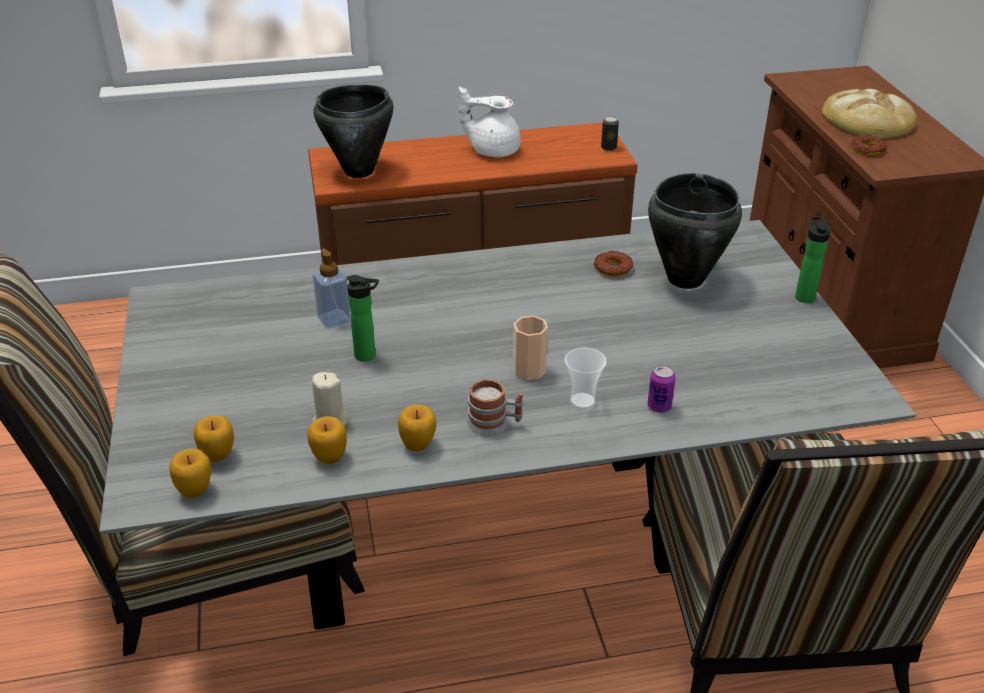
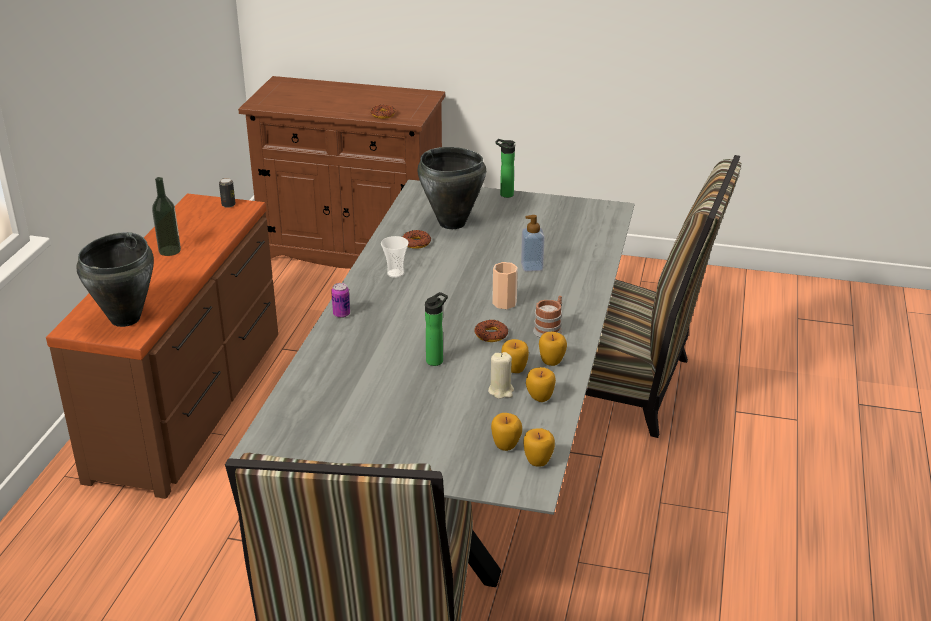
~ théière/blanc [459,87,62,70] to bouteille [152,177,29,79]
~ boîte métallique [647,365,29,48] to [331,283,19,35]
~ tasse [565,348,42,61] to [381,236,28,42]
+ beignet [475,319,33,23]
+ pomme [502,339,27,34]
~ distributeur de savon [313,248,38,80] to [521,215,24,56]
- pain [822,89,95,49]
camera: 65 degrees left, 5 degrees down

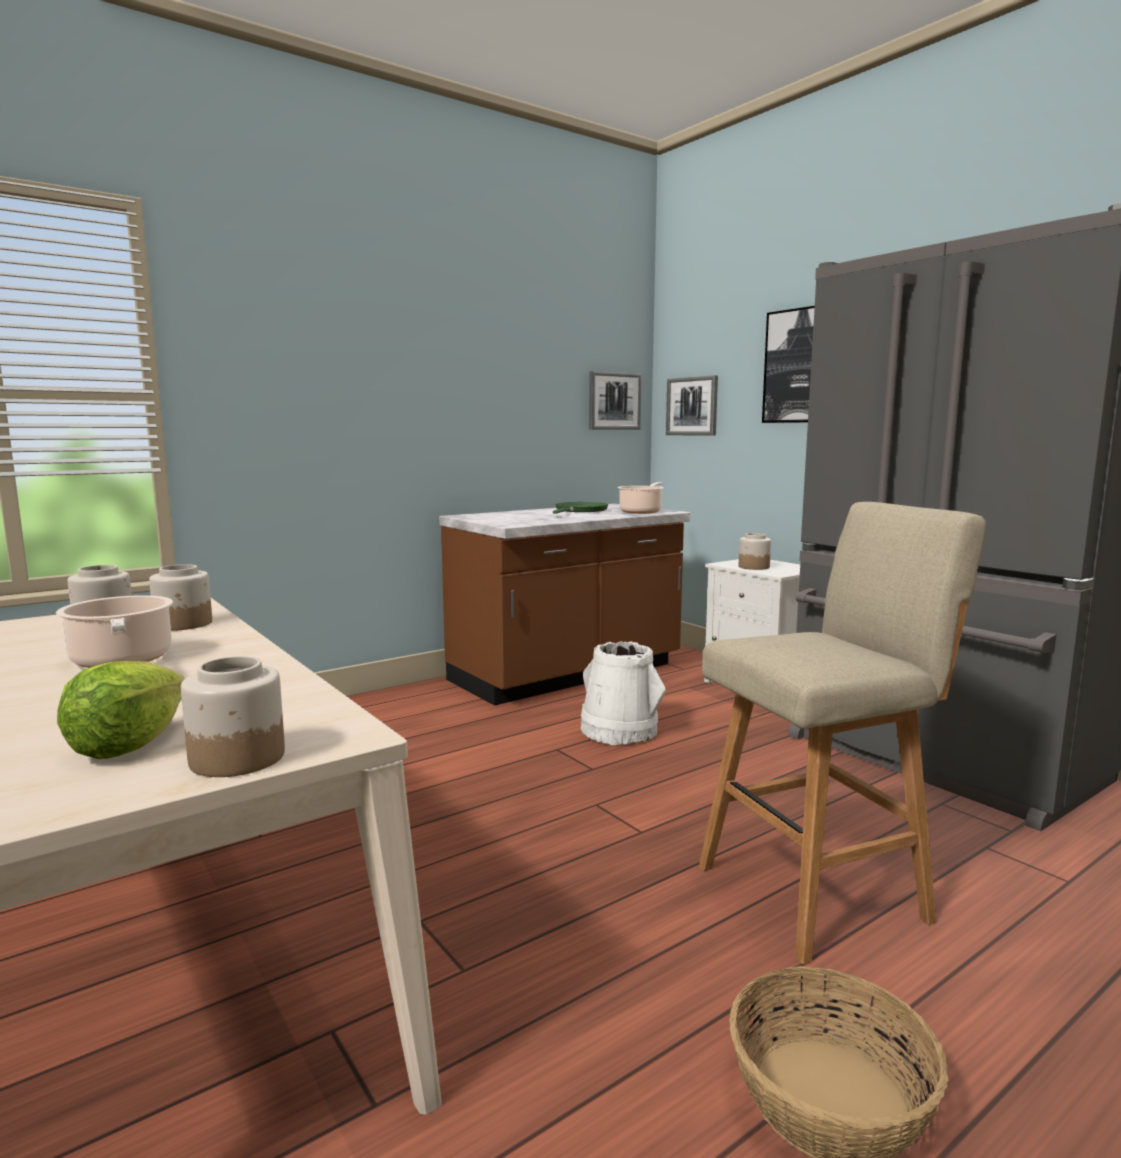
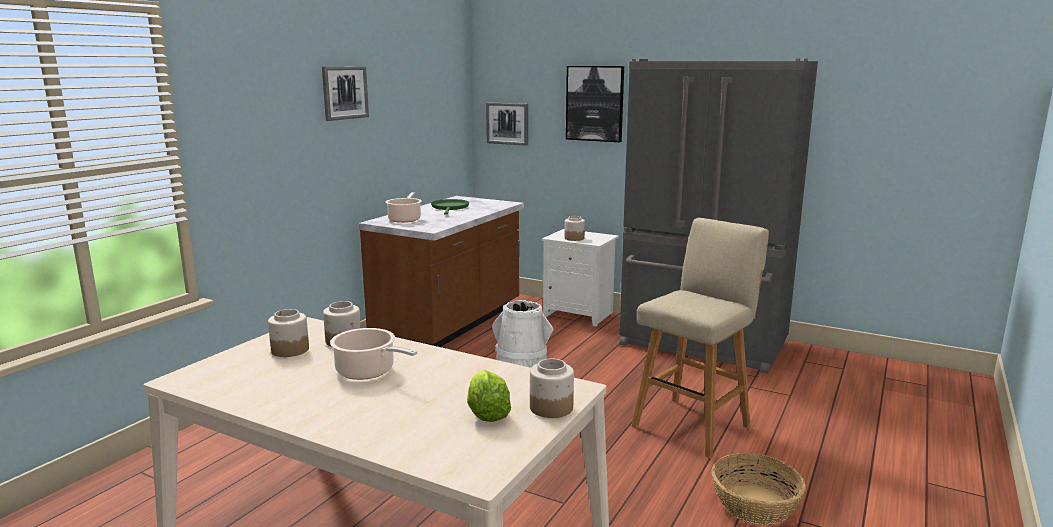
~ tableau [589,371,53,59] to [322,67,47,54]
~ marmite [618,482,46,32] to [386,192,36,31]
camera: 25 degrees left, 5 degrees up

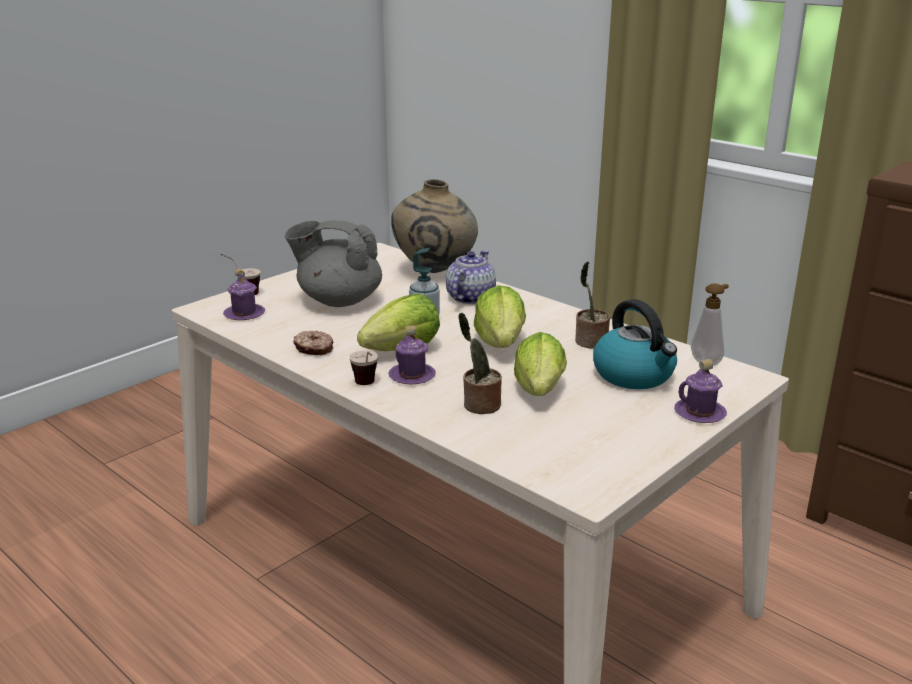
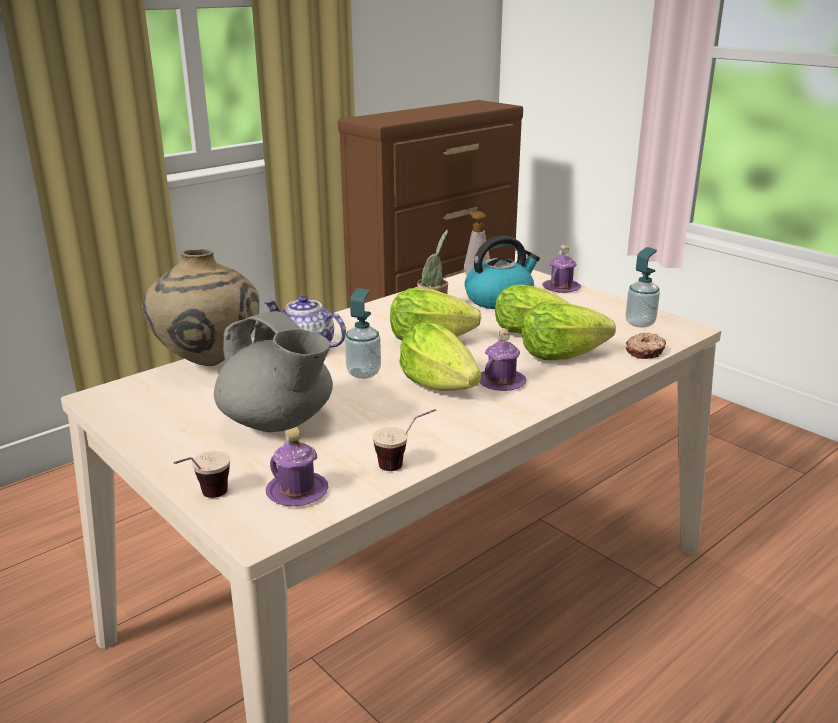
~ théière/gris [285,220,97,87] = [214,311,119,121] 60 degrees counterclockwise
~ tasse [349,350,29,35] to [372,409,64,62]
~ plante en pot [458,313,44,101] to laitue [522,301,94,59]
+ distributeur de savon [625,247,35,81]
~ beignet [293,330,40,25] to [626,333,40,26]
camera: 85 degrees left, 0 degrees up

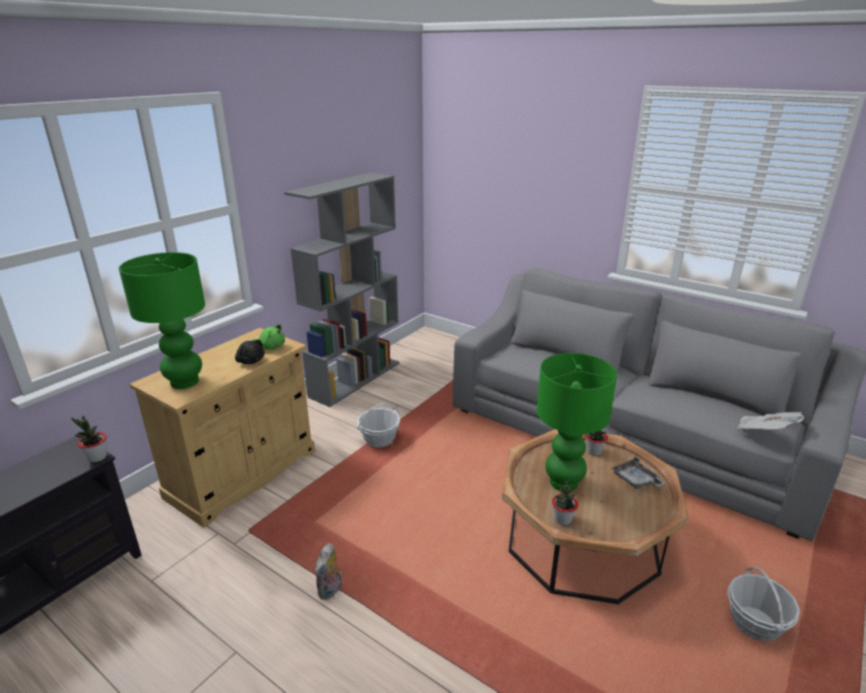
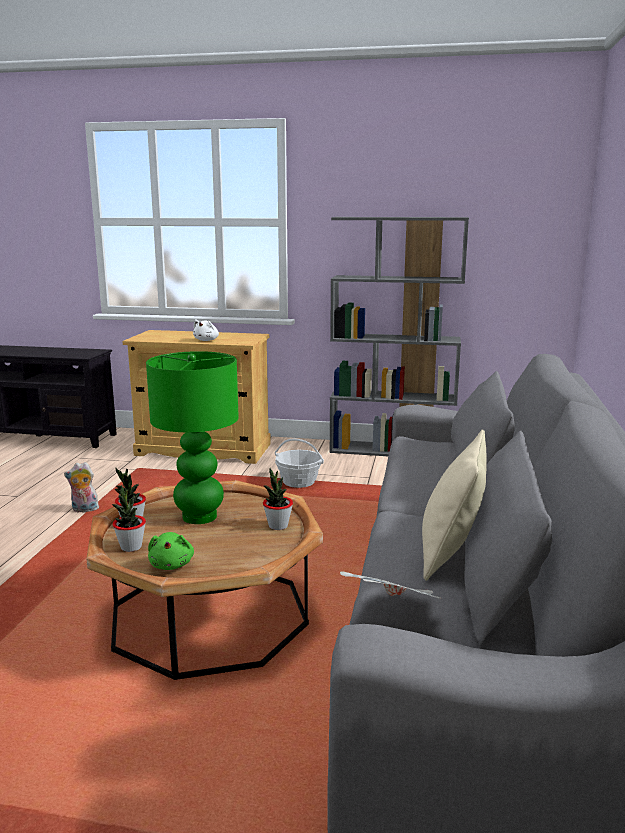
~ plante en pot [71,416,36,46] to [112,485,34,67]
~ peluche/vert [252,324,33,25] to [148,532,46,38]
~ peluche/noir [235,340,30,24] to peluche/blanc [193,320,26,21]
+ coussin/beige [422,430,65,151]
- lampe de table/vert [119,252,86,137]
- plateau/gris [611,457,55,32]
- panier [728,567,72,74]
camera: 65 degrees right, 10 degrees down

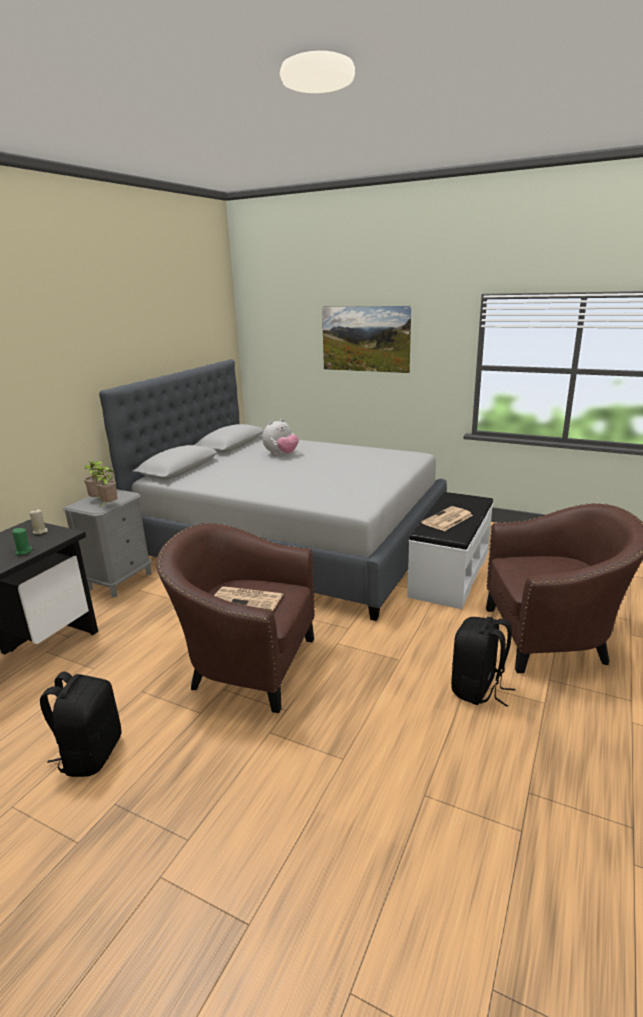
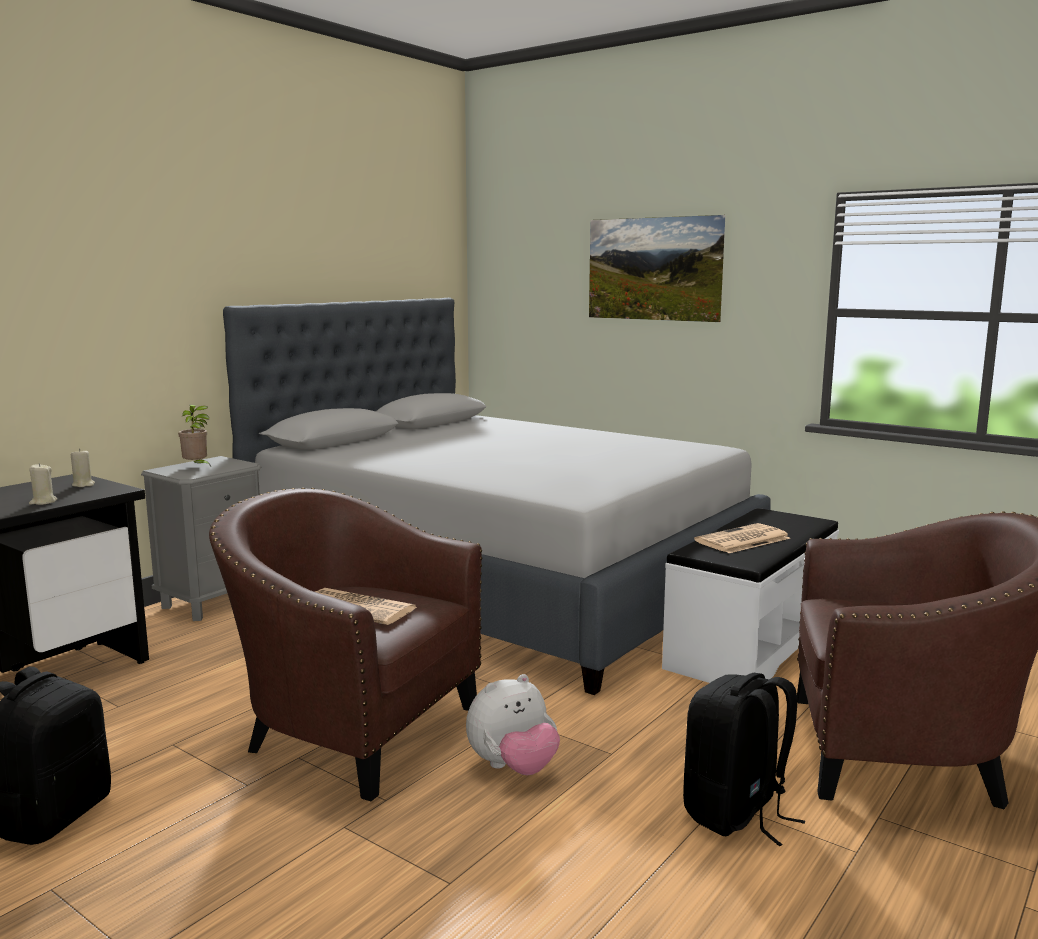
~ bougie/vert [12,528,20,27] to bougie/beige [29,463,28,42]
~ peluche [262,419,37,36] to [466,674,94,101]
- plante en pot [90,465,27,42]
camera: 10 degrees right, 10 degrees down

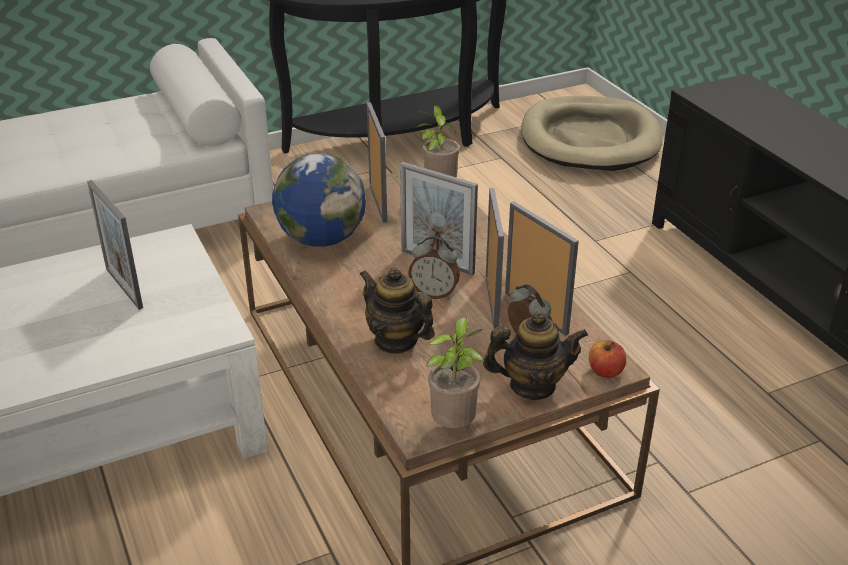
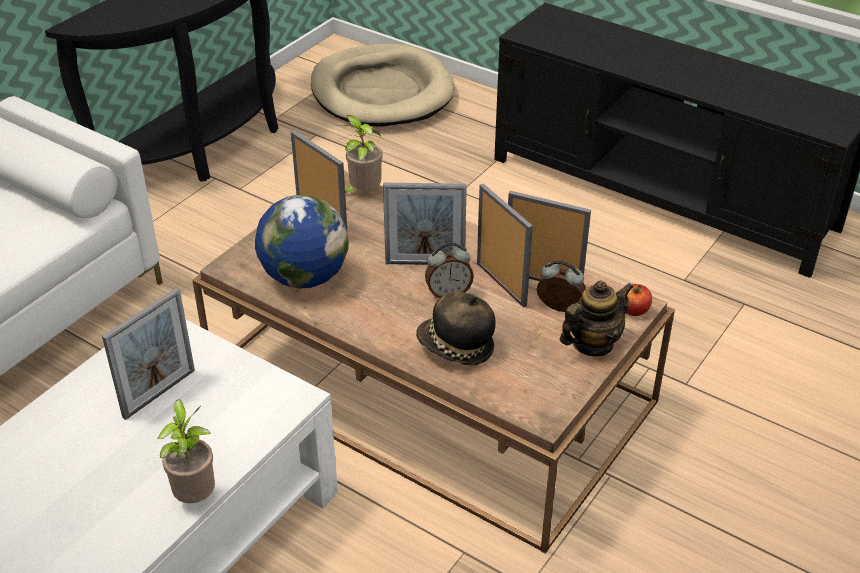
~ cadre photo [87,180,56,130] = [102,288,93,132] 75 degrees counterclockwise
~ plante en pot [427,317,57,111] to [157,399,58,104]
~ théière [359,267,76,87] to chapeau [416,292,80,73]
camera: 30 degrees left, 5 degrees up

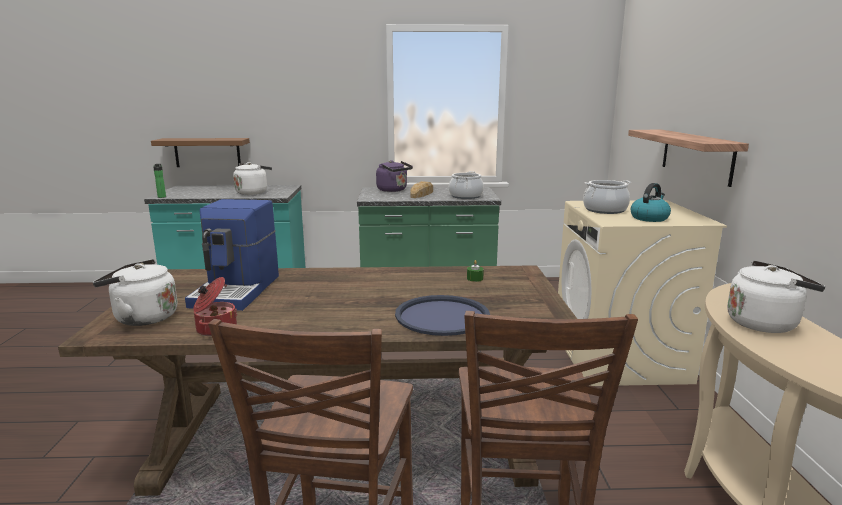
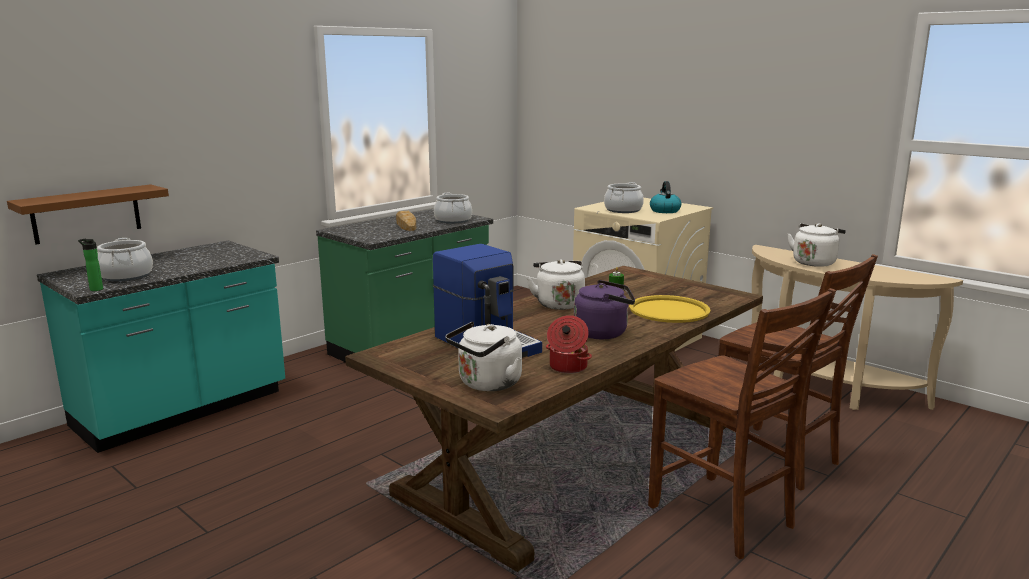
+ marmite [97,238,56,43]
~ bouilloire/blanc [233,162,39,33] to [527,259,58,51]
~ bouilloire/violet [376,160,37,32] to [574,280,61,60]
~ plateau/bleu [395,295,95,41] to plateau/jaune [629,295,81,28]
- étagère [628,130,121,57]
camera: 45 degrees left, 0 degrees up

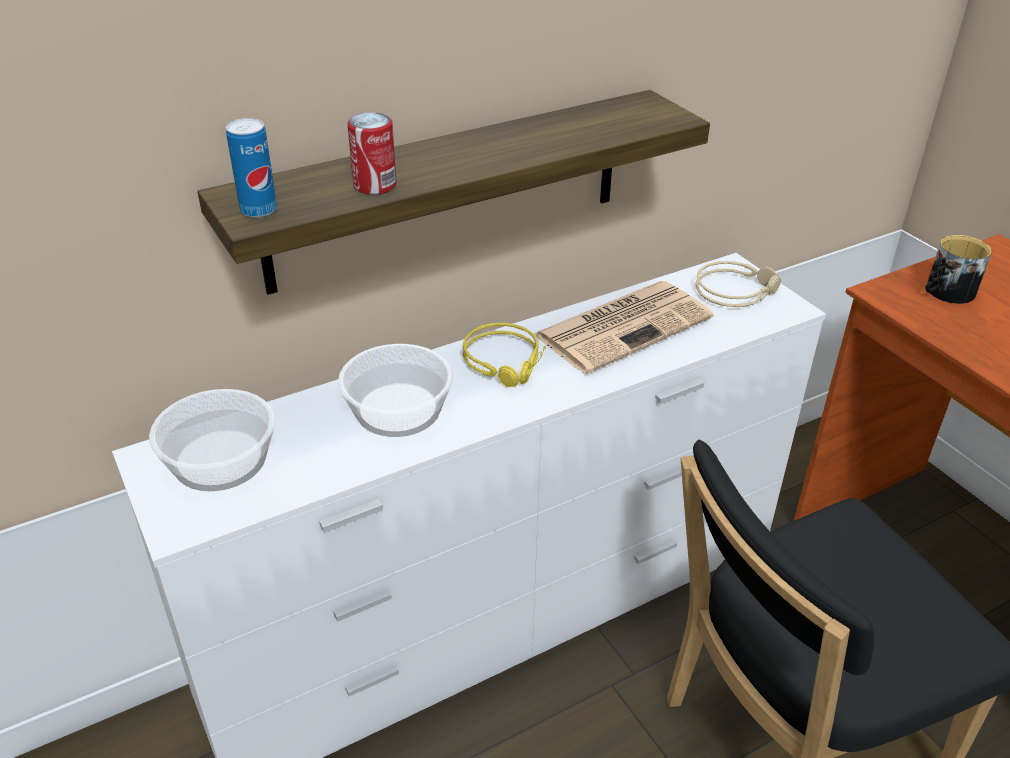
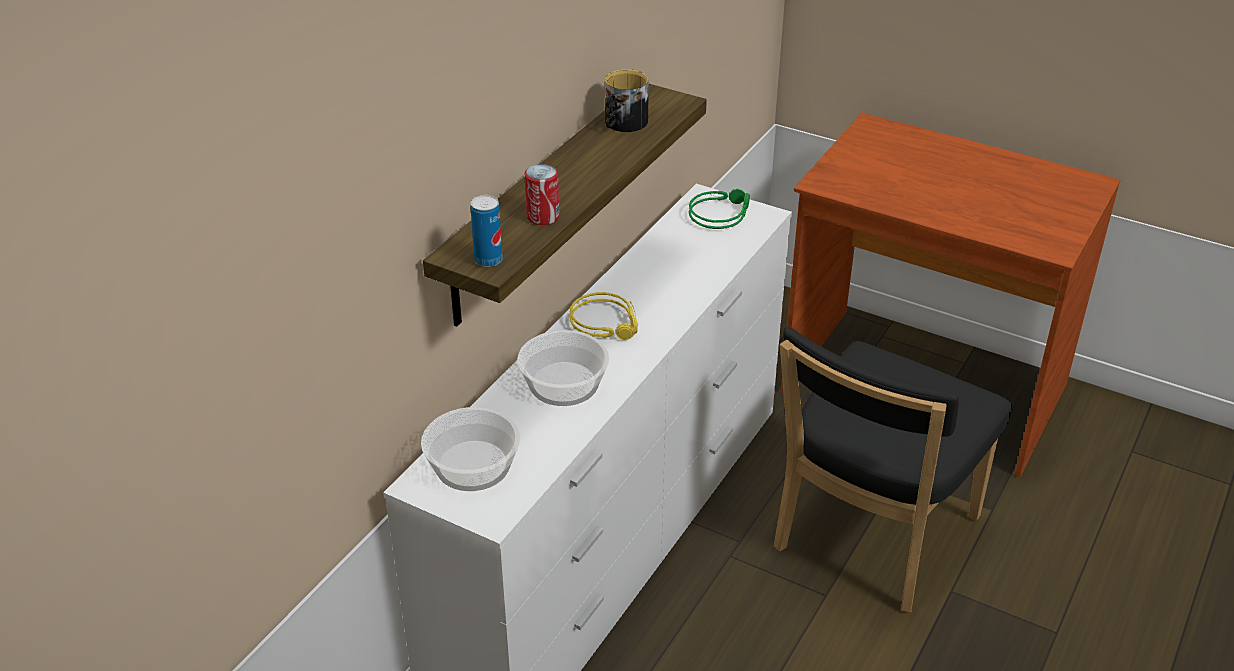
~ mug [925,235,67,69] to [605,69,44,63]
~ casque audio/beige [695,261,86,46] to casque audio/vert [689,189,61,40]
- journal [533,281,180,93]
camera: 30 degrees left, 0 degrees up

